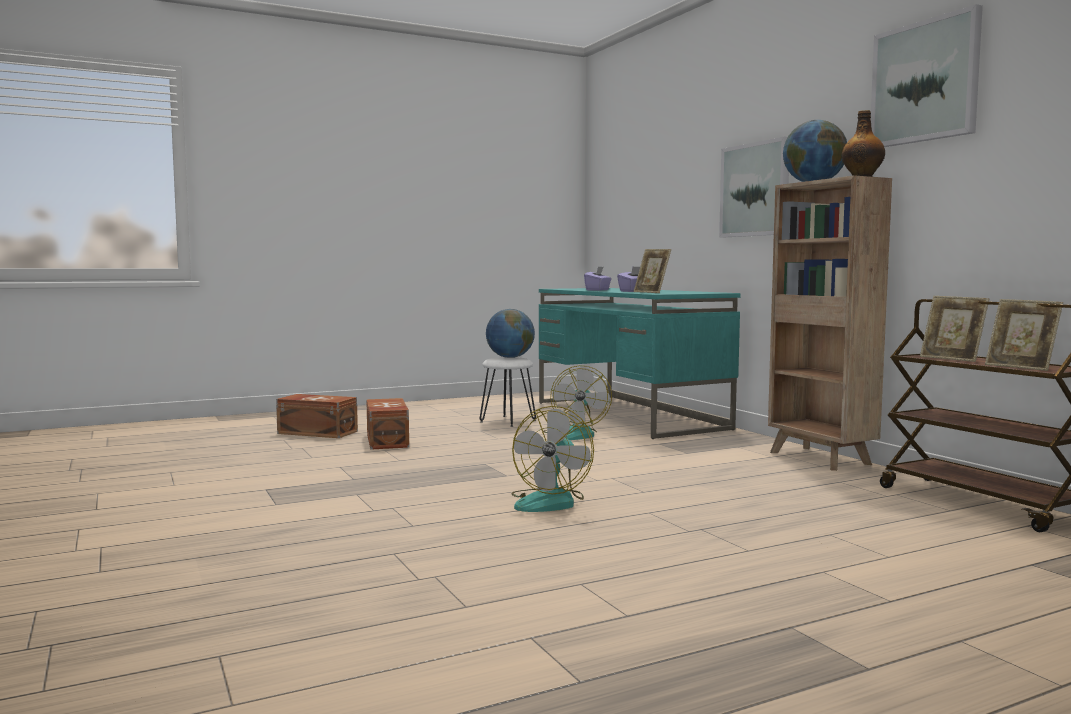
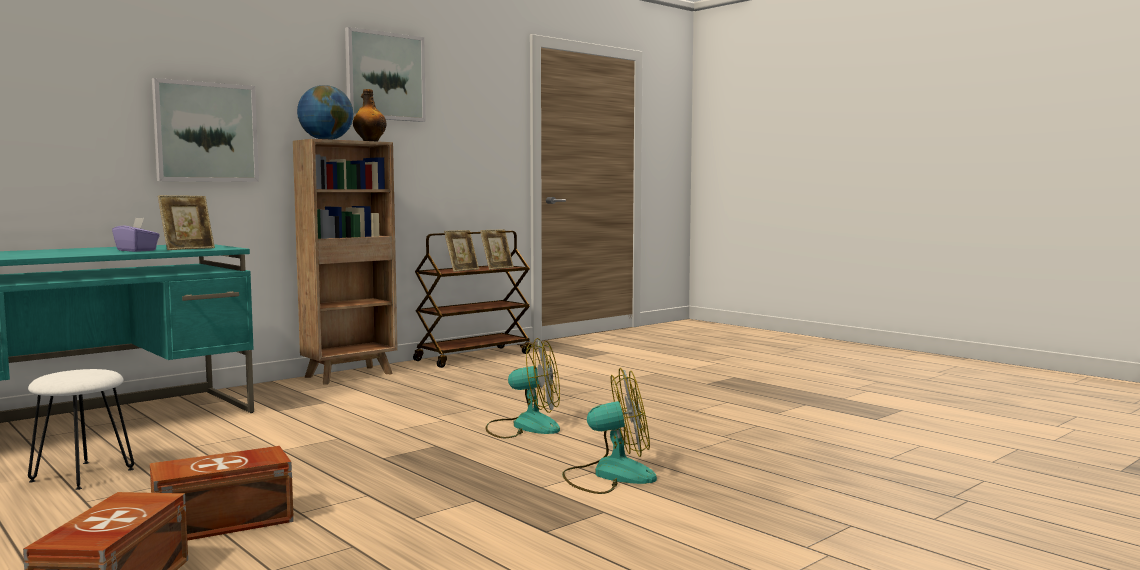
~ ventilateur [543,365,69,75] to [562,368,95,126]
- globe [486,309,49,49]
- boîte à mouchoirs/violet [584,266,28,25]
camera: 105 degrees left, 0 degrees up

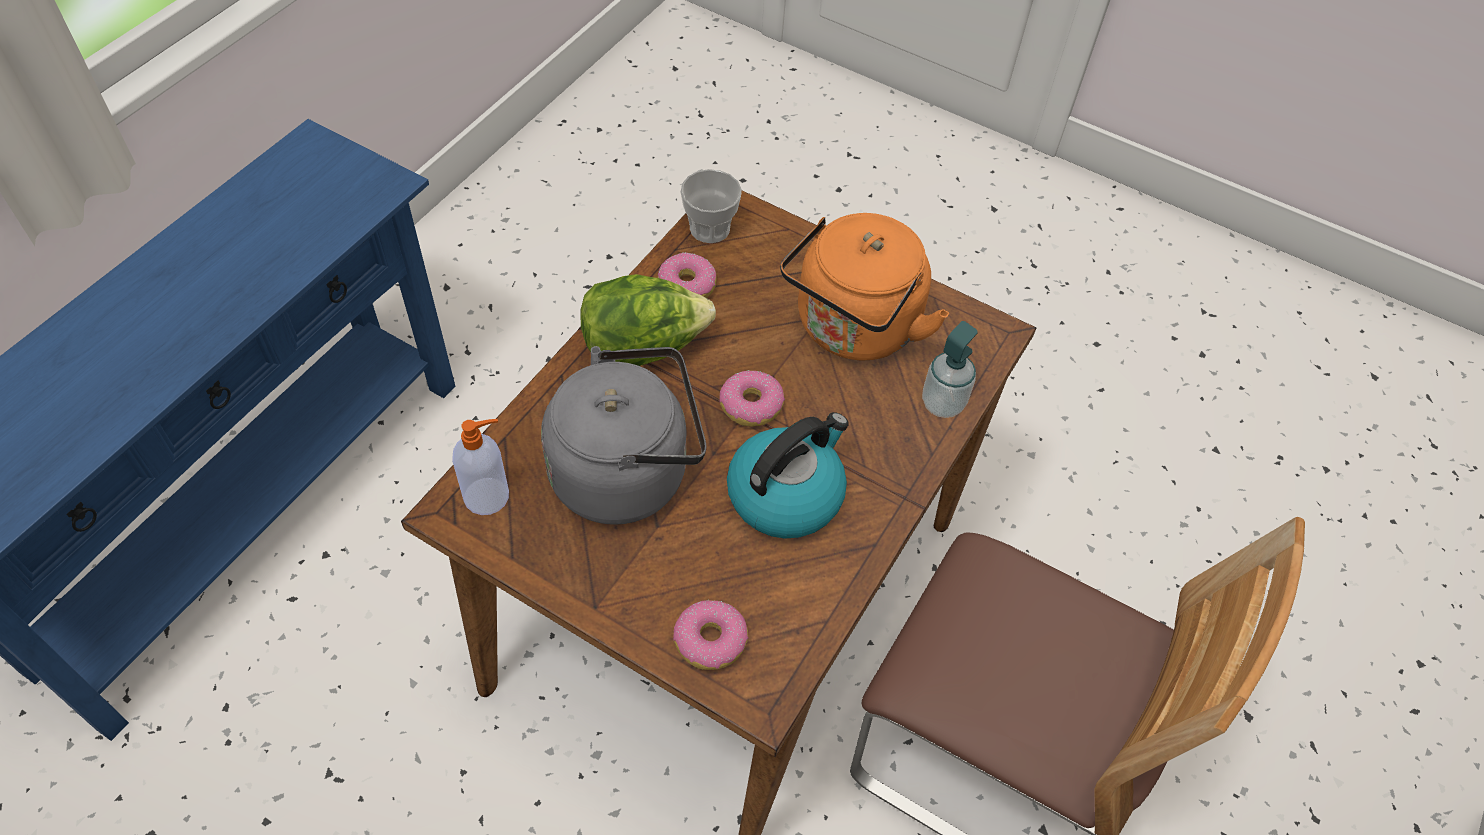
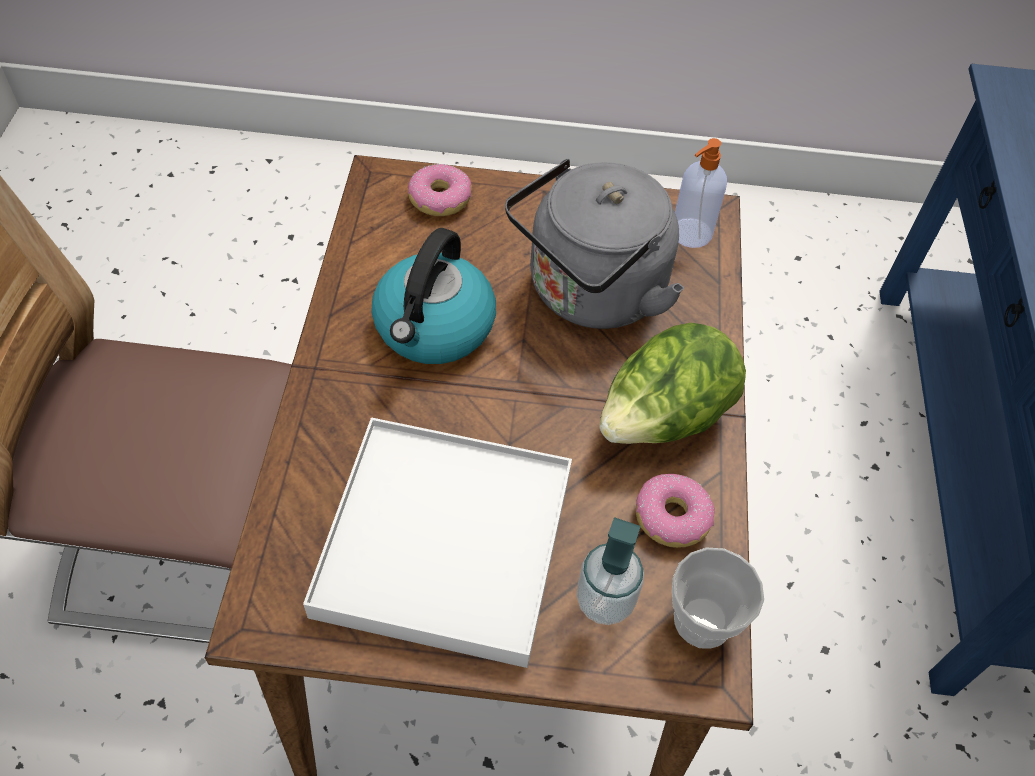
~ bouilloire/orange [780,213,169,148] to plateau/blanc [303,418,269,250]
~ distributeur de savon [922,321,56,97] to [576,517,68,108]
- beignet [719,370,66,57]
camera: 155 degrees right, 0 degrees up

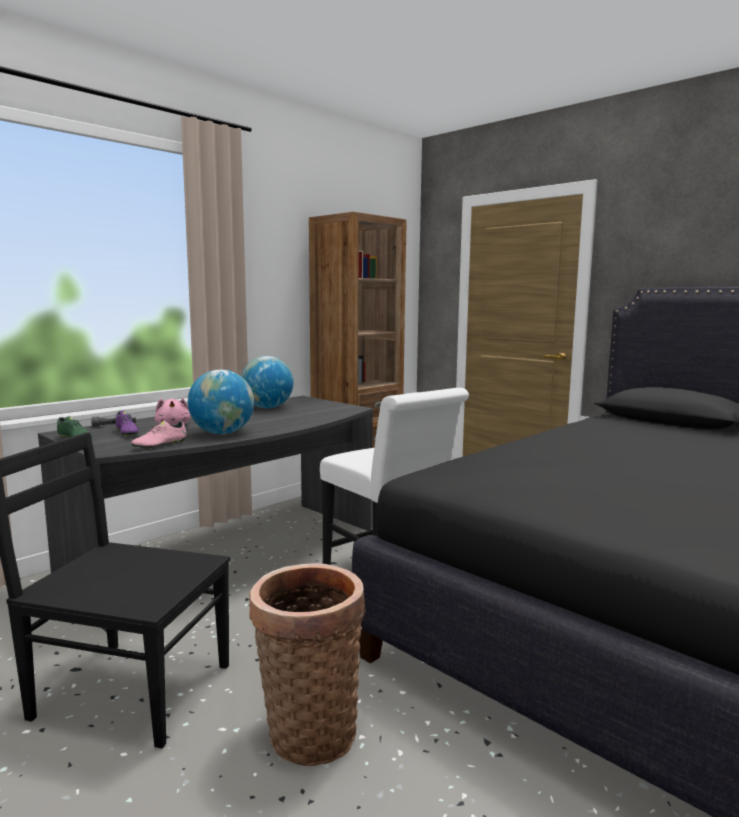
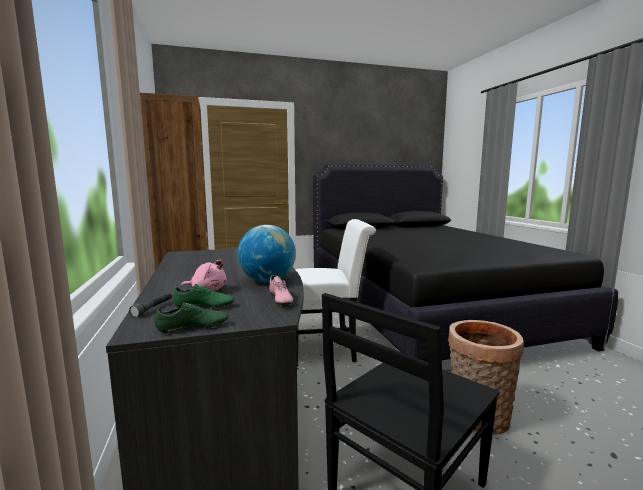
~ chaussure/violet [116,411,23,26] to chaussure/vert [173,284,61,25]
- globe [241,356,52,52]
camera: 60 degrees left, 0 degrees up

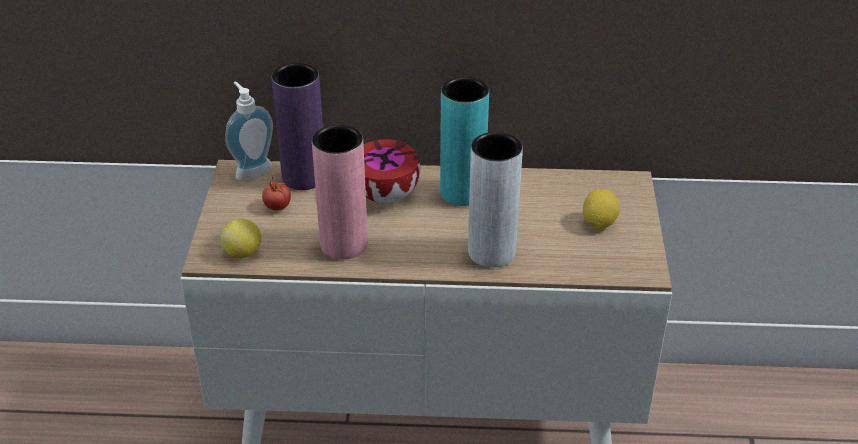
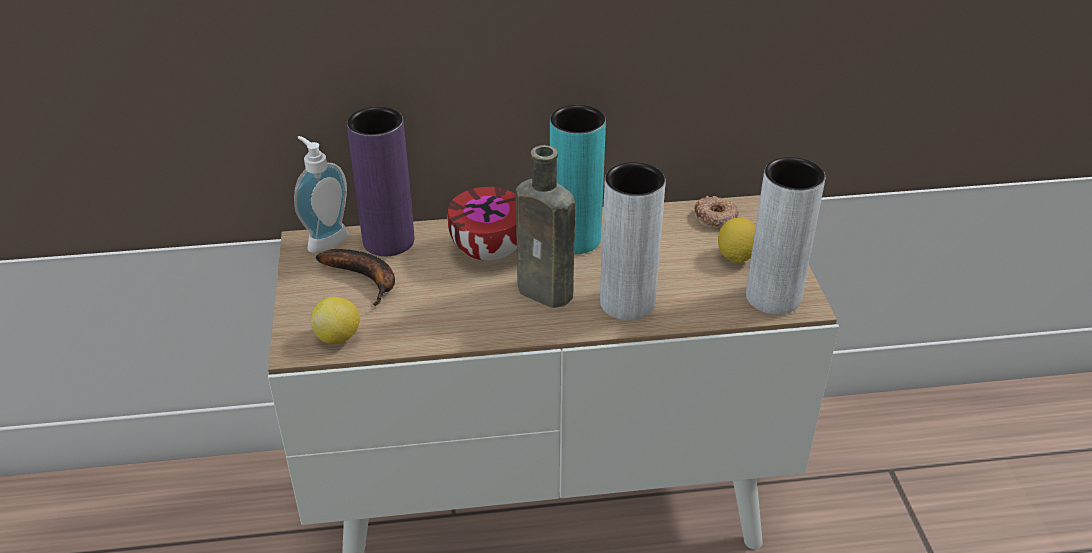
~ tomate [262,177,29,34] to banane [316,249,79,57]
+ bouteille/marron [515,145,60,163]
+ beignet [694,196,46,33]
+ vase/gris [746,157,79,157]
- vase/rose [312,125,56,134]
camera: 10 degrees left, 0 degrees up

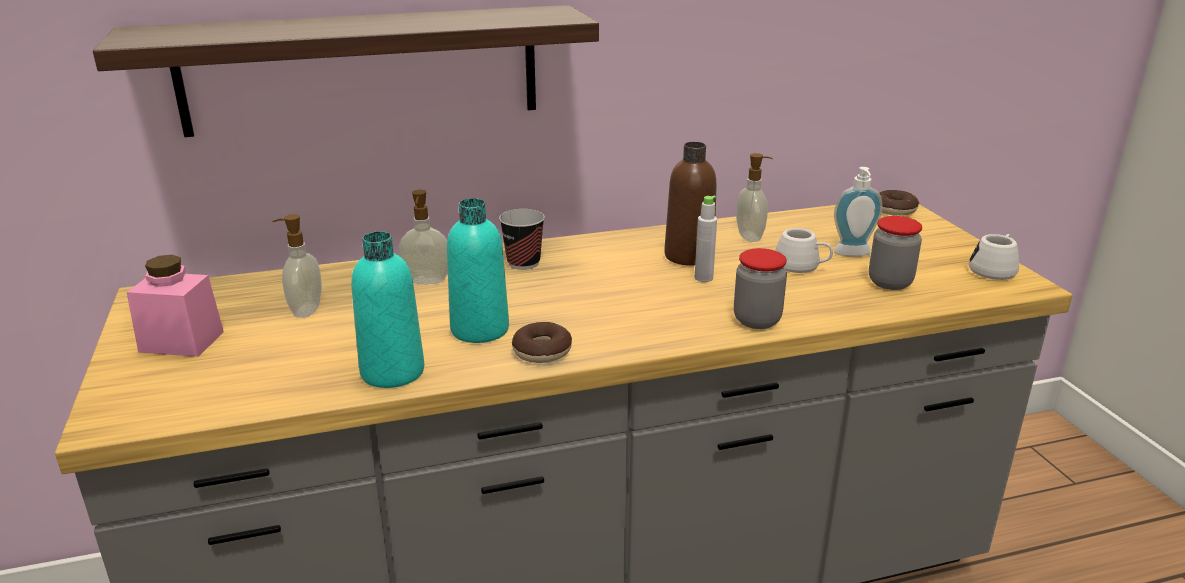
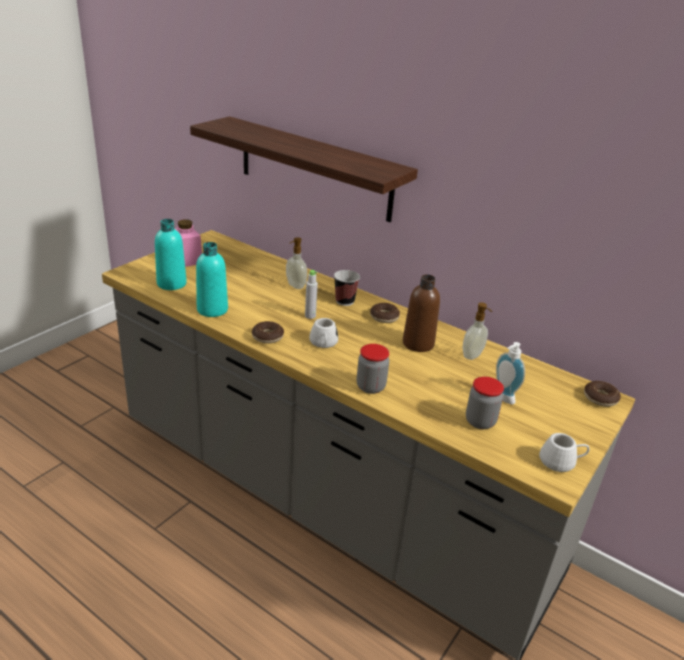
~ bouteille/turquoise [447,198,62,145] to [155,219,32,71]
~ bouteille/gris [695,196,22,86] to [305,270,13,49]
~ mug/blanc [775,228,58,45] to [309,318,29,30]
+ beignet [370,303,30,20]
- distributeur de savon [272,214,50,104]
camera: 50 degrees right, 5 degrees up

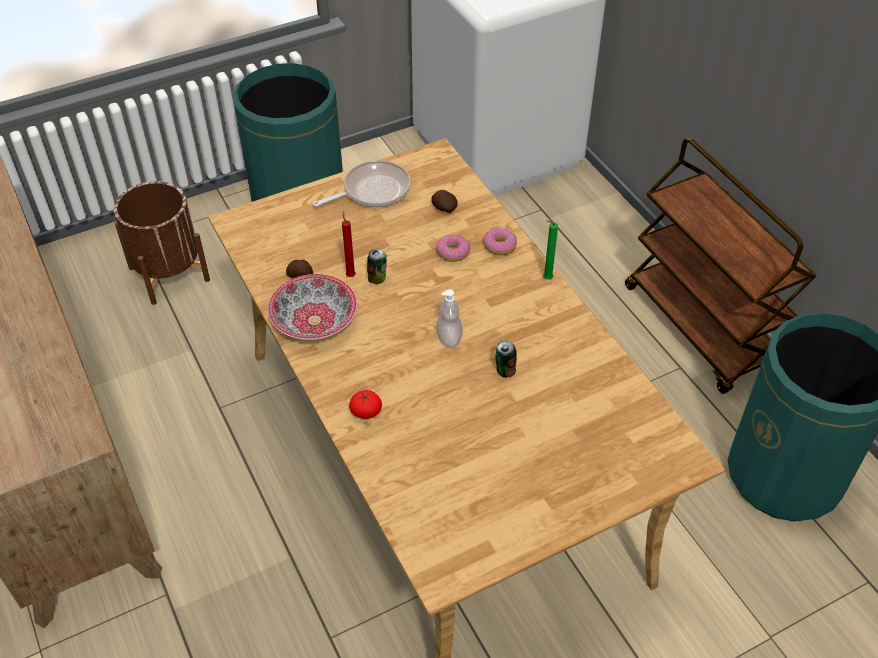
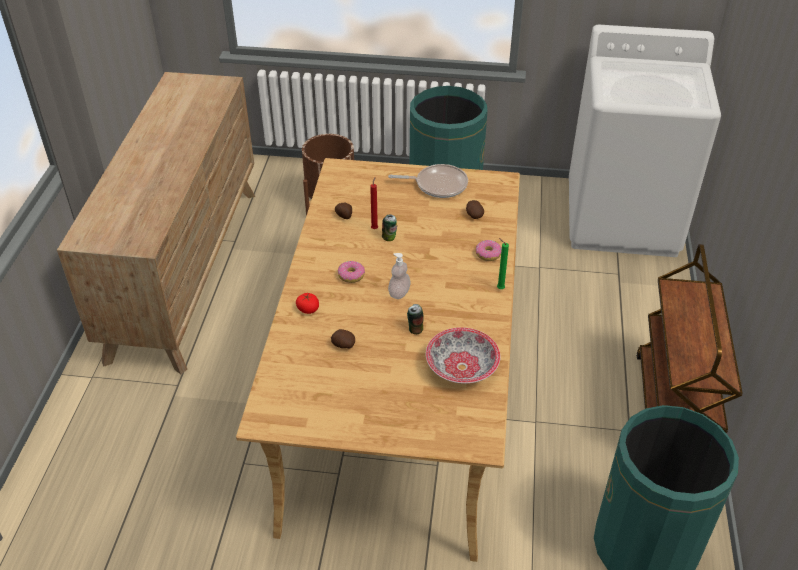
+ pomme de terre [331,329,24,20]
~ beignet [436,234,35,28] to [338,261,27,22]
~ bol [268,274,89,66] to [426,327,75,57]
camera: 35 degrees right, 5 degrees down

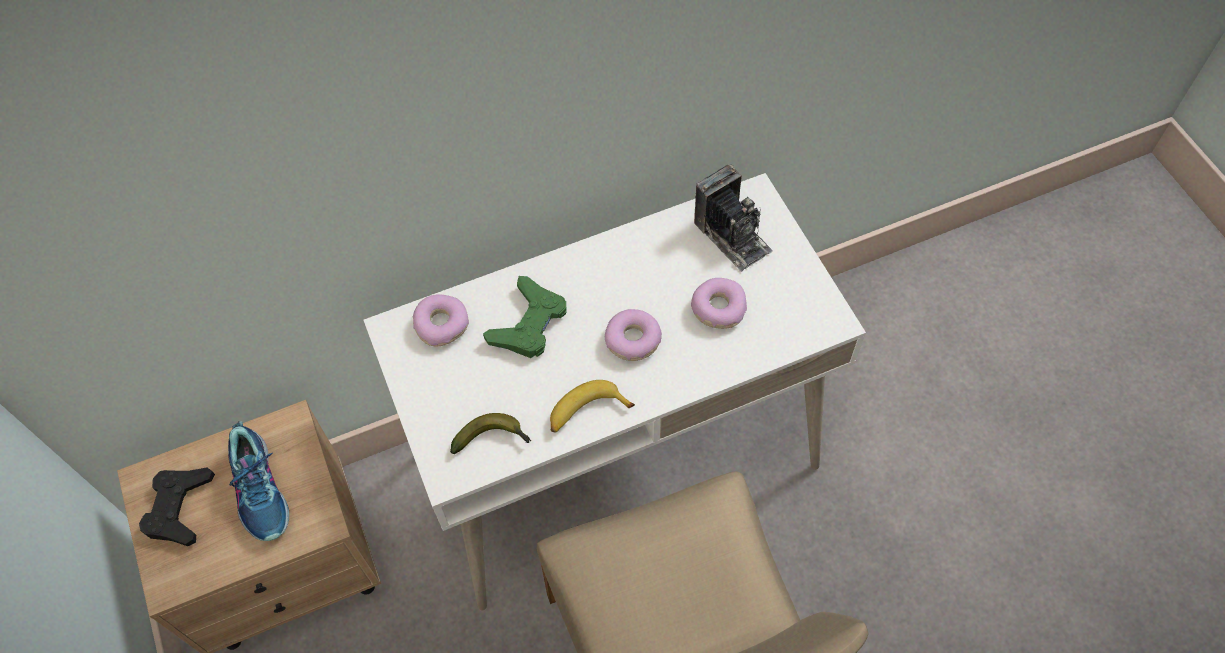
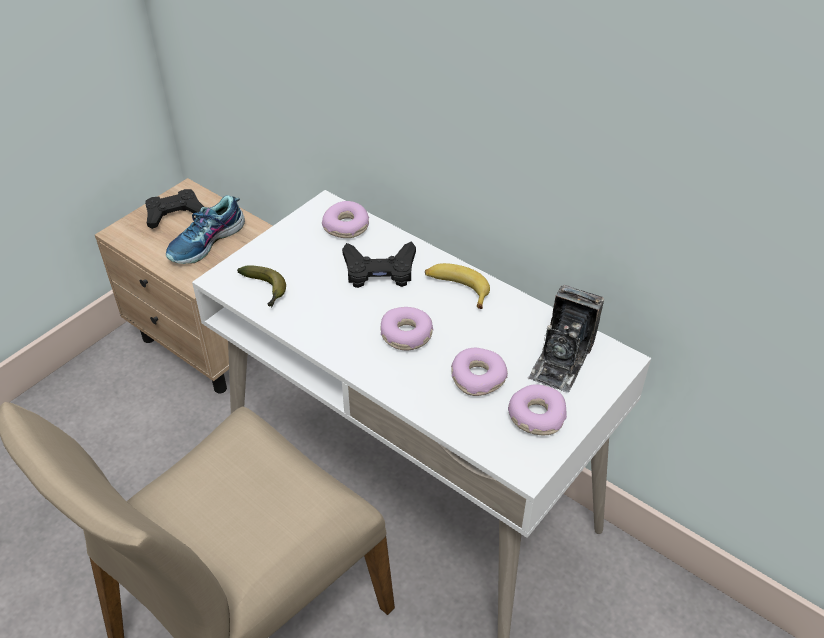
~ manette/vert [483,276,84,82] to manette/noir [342,241,74,47]
~ banane [550,380,85,53] to [425,263,65,46]
+ beignet [508,384,59,51]
camera: 60 degrees right, 15 degrees down

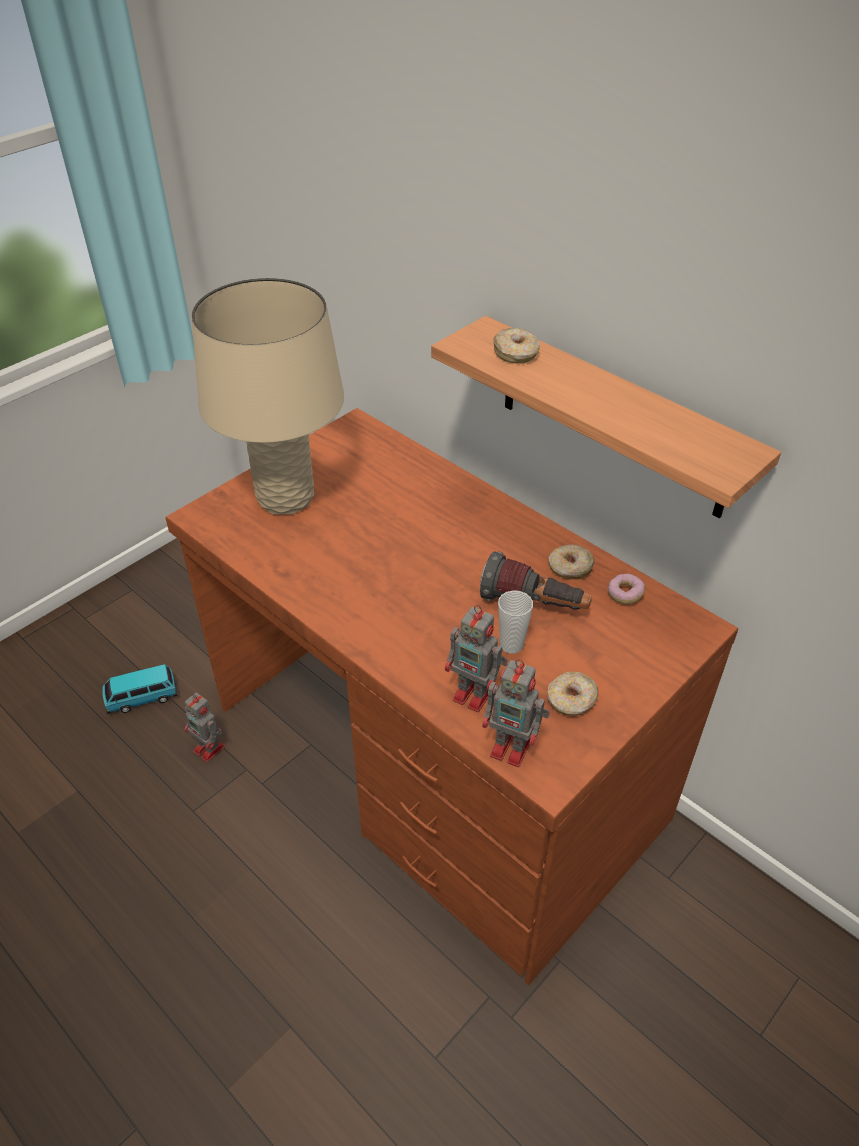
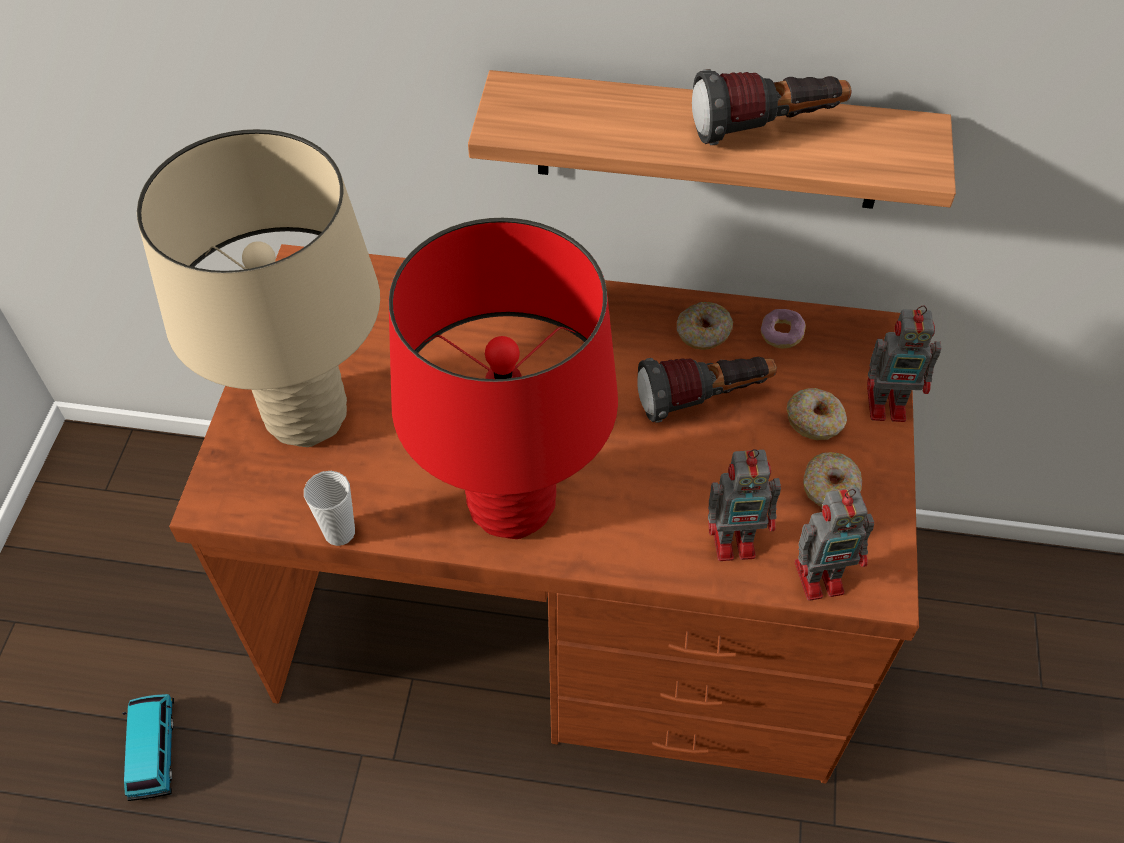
~ petite voiture [102,664,76,50] = [122,694,52,107] 135 degrees clockwise
~ tasse [498,590,35,64] to [304,471,51,75]
+ lampe de table/rouge [388,218,230,321]
+ lampe de poche [692,69,159,76]
~ beignet [493,328,47,36] to [787,388,60,52]
~ robot jouet [184,693,41,69] to [867,305,74,117]
camera: 35 degrees left, 10 degrees up

